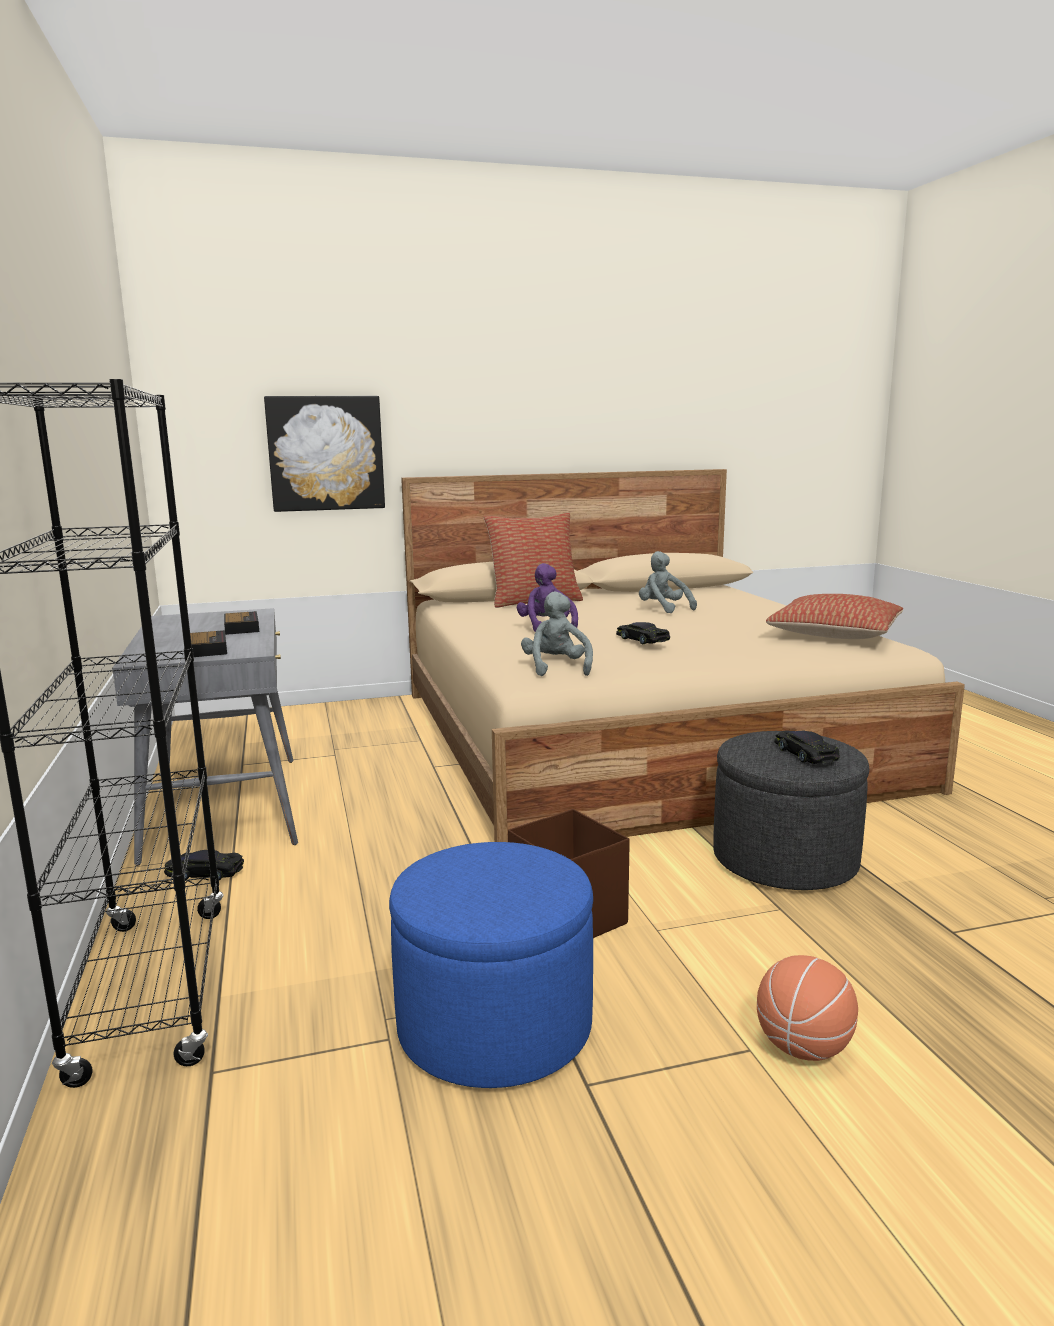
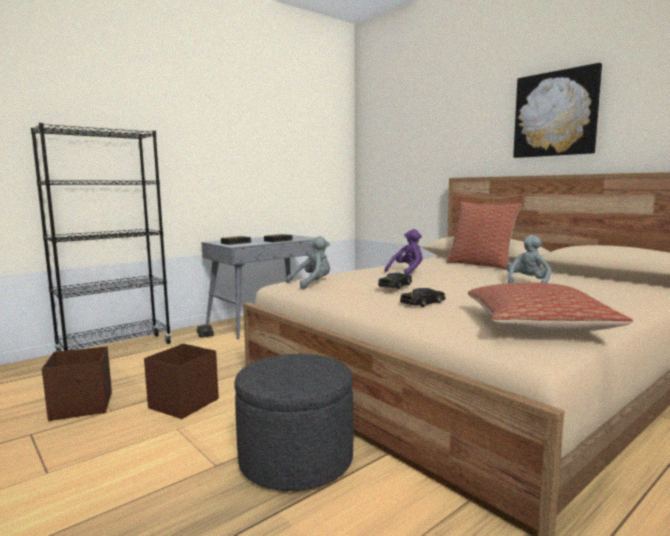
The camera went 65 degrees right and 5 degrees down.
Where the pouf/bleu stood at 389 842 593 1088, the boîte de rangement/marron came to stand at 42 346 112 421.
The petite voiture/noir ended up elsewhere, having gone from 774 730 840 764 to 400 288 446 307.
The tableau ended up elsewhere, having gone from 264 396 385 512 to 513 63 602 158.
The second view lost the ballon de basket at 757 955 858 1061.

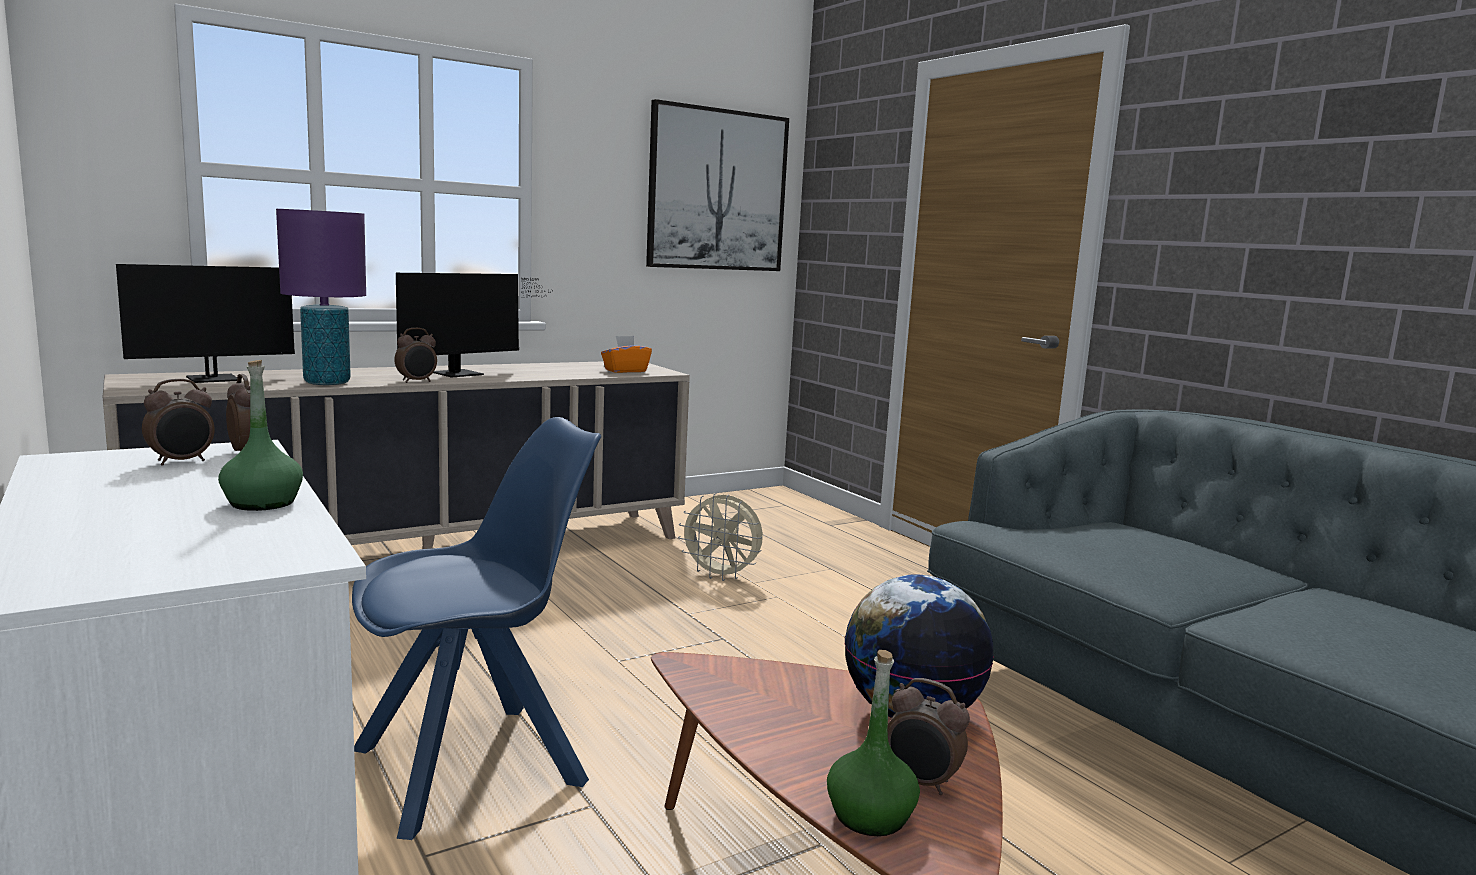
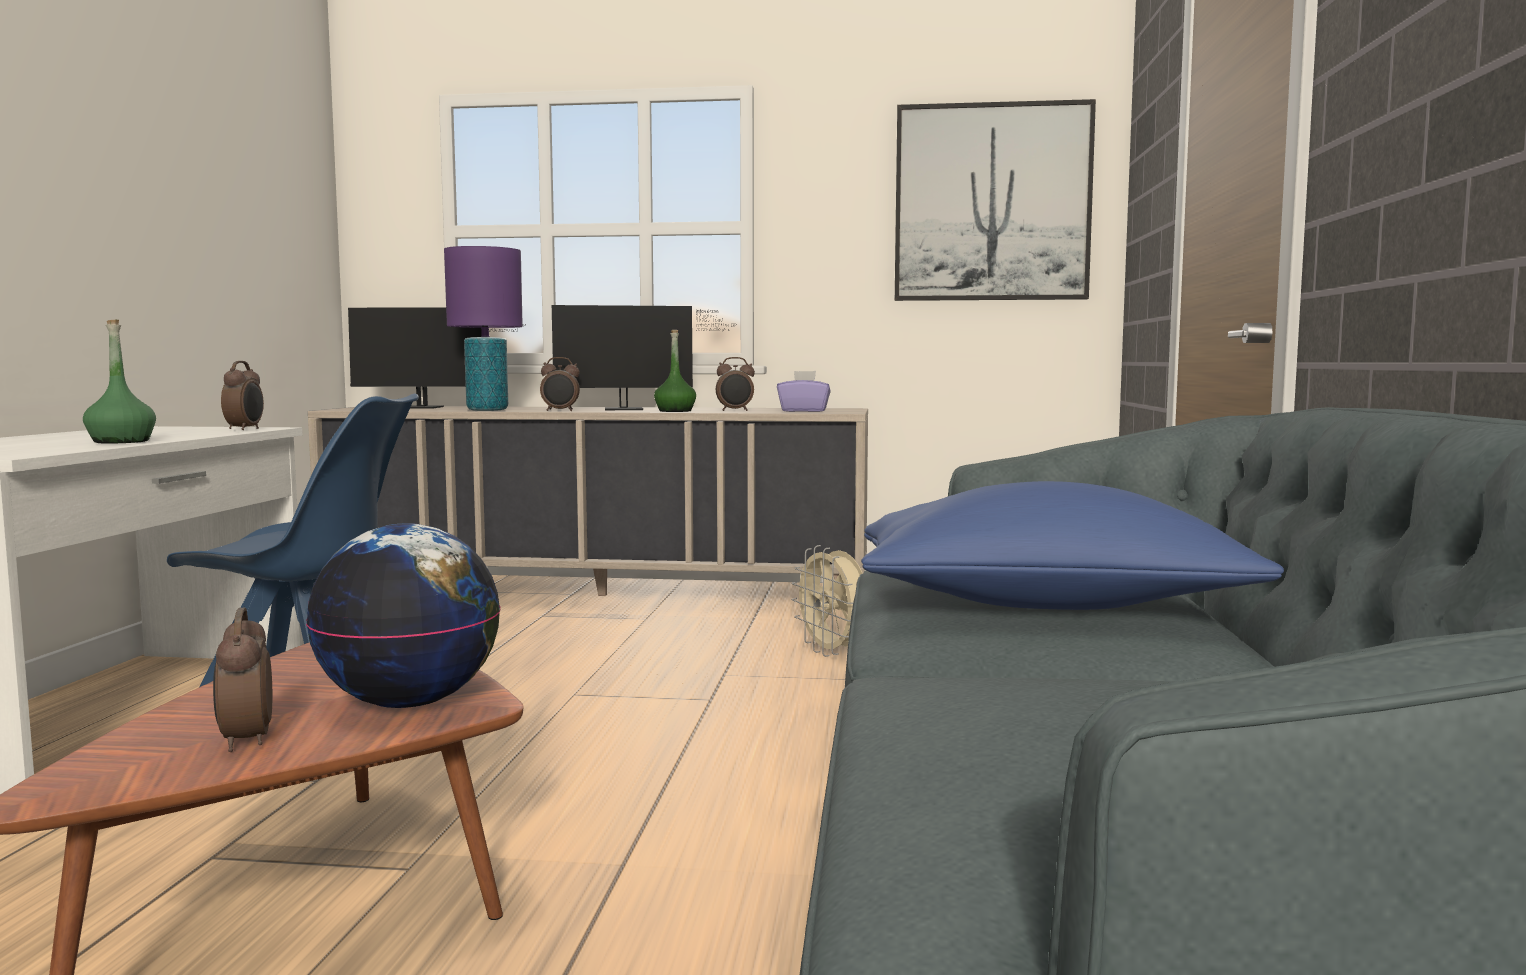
The camera went 40 degrees right and 5 degrees down.
The bouteille/vert ended up elsewhere, having gone from 827 650 920 836 to 654 330 696 412.
The réveil ended up elsewhere, having gone from 142 379 215 466 to 716 357 755 411.
What was the boîte à mouchoirs/orange at 601 336 652 373 turned into the boîte à mouchoirs/violet at 777 371 831 412.
The second view gained the coussin/bleu at 861 481 1284 610.

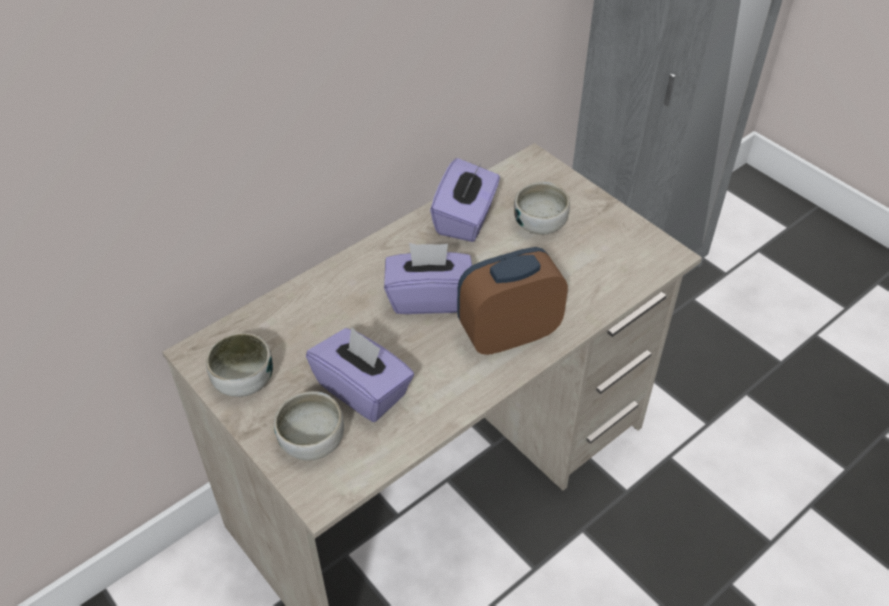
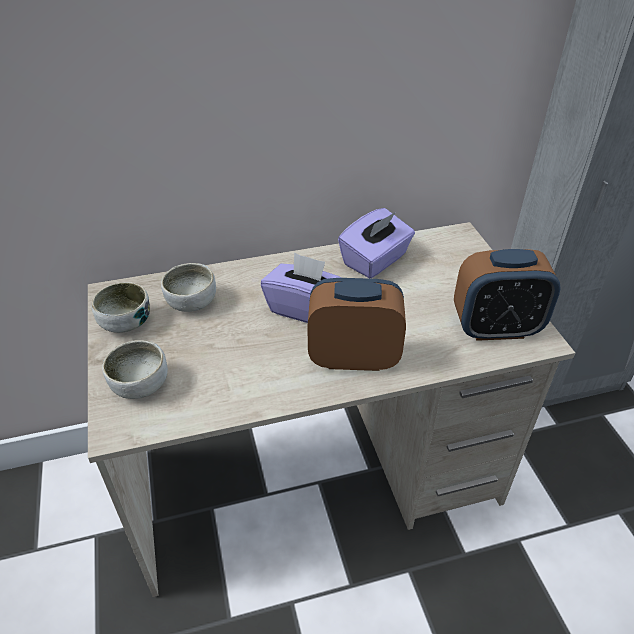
The camera went 25 degrees right and 5 degrees down.
The bol ended up elsewhere, having gone from 514 182 570 235 to 161 263 216 312.
The second view gained the réveil at 454 249 561 341.
The second view lost the boîte à mouchoirs/violet at 306 327 414 422.

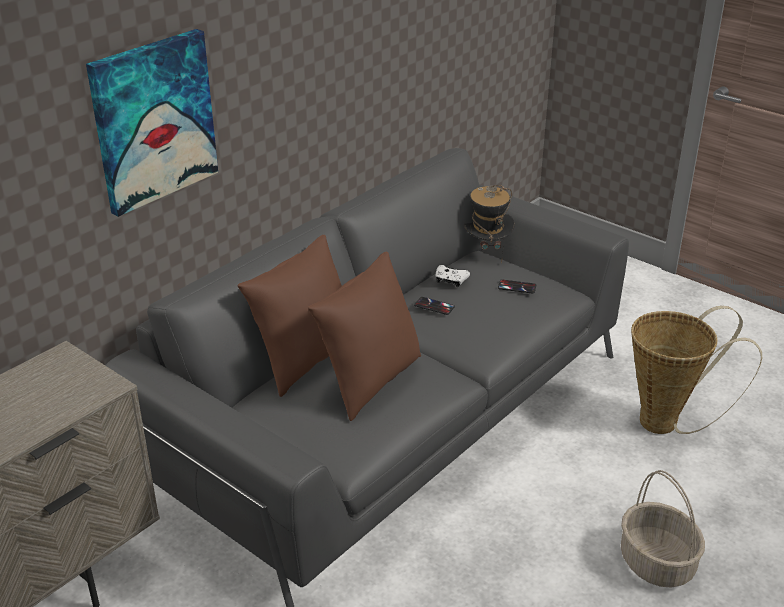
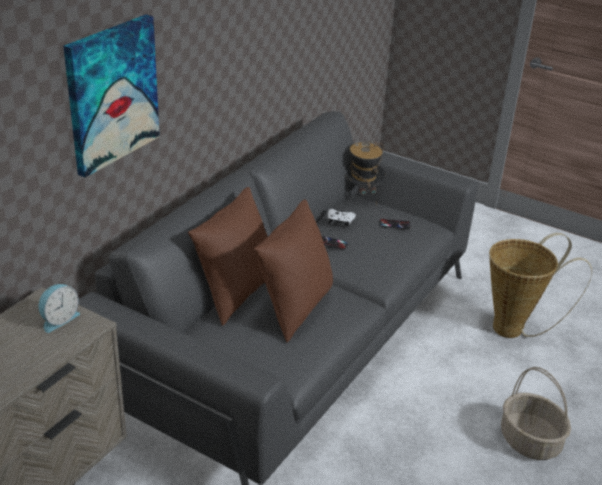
The camera went 10 degrees left and 0 degrees up.
The second view gained the réveil at 39 284 80 333.

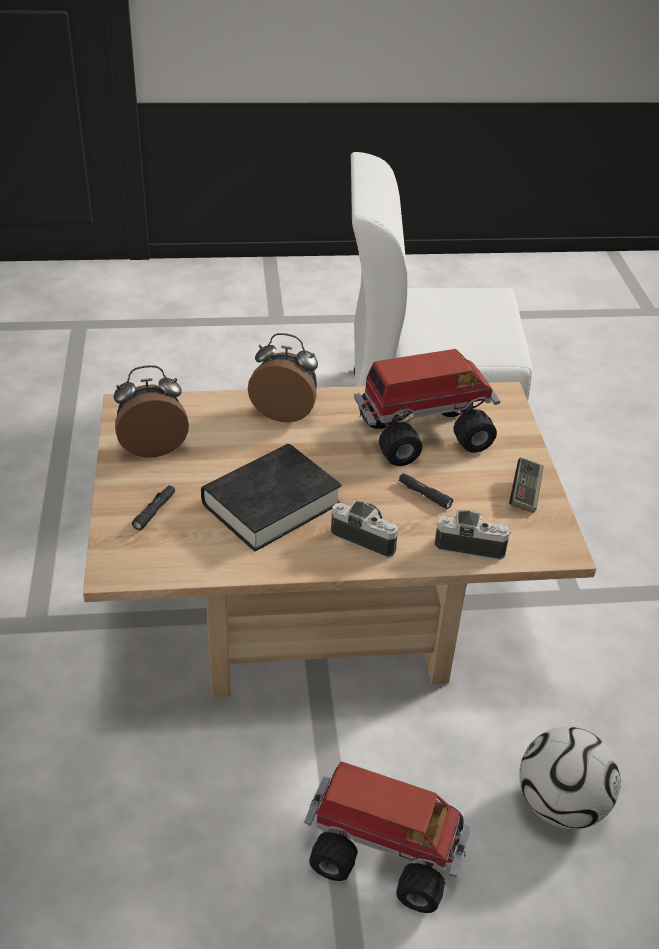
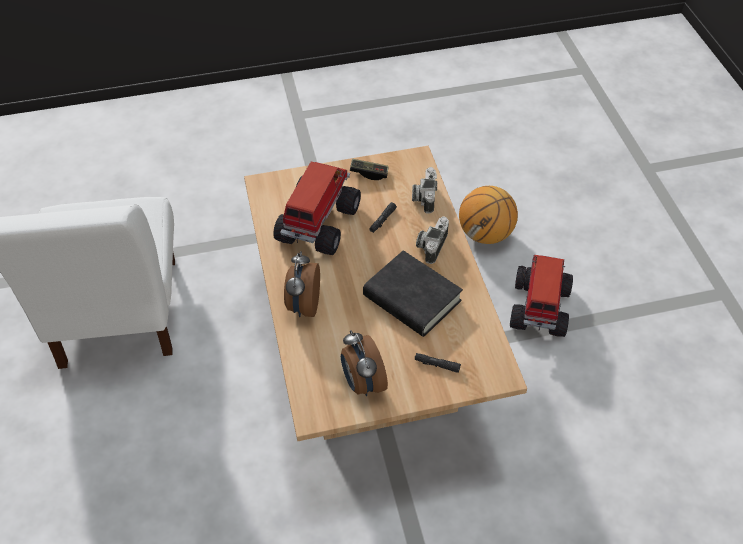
The camera went 95 degrees left and 10 degrees up.
The camion jouet at 354 349 500 466 ended up facing another way, 45 degrees clockwise from before.
Where the ballon de foot stood at 519 727 621 829, the ballon de basket came to stand at 459 186 518 244.

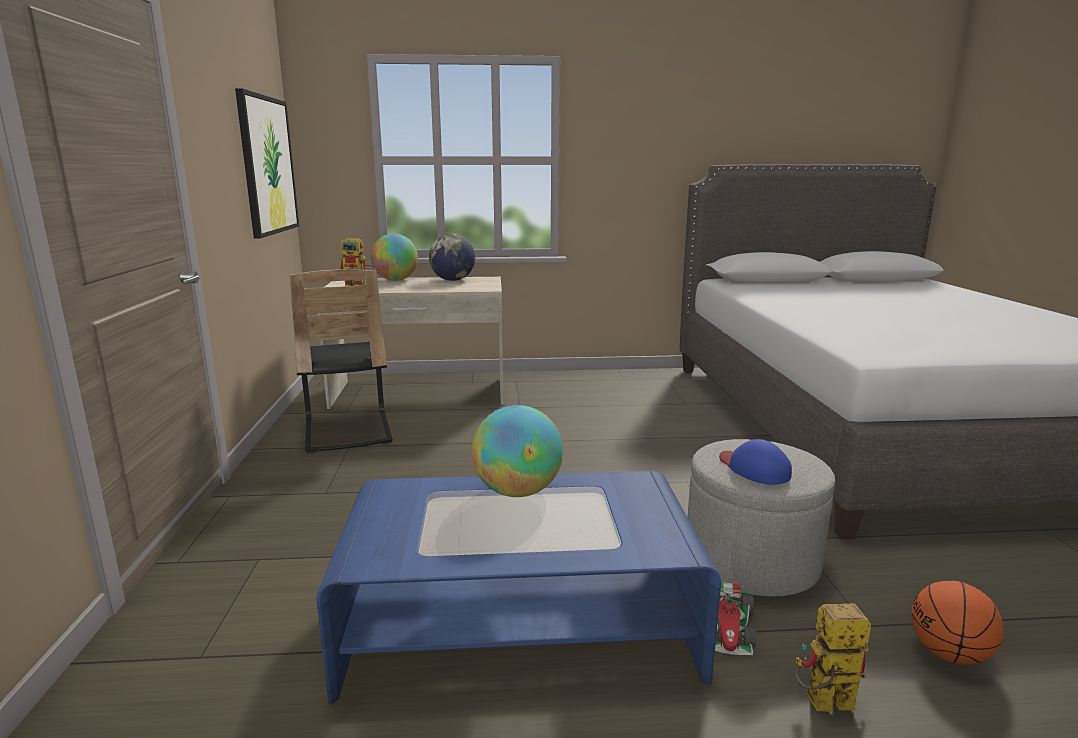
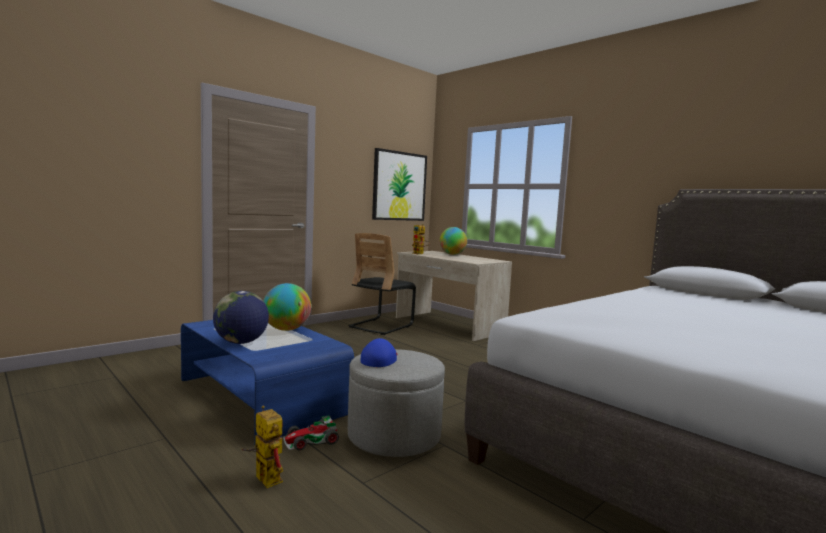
The camera went 50 degrees right and 10 degrees down.
The globe ended up elsewhere, having gone from 429 234 475 281 to 213 291 269 344.
The second view lost the ballon de basket at 911 581 1004 665.

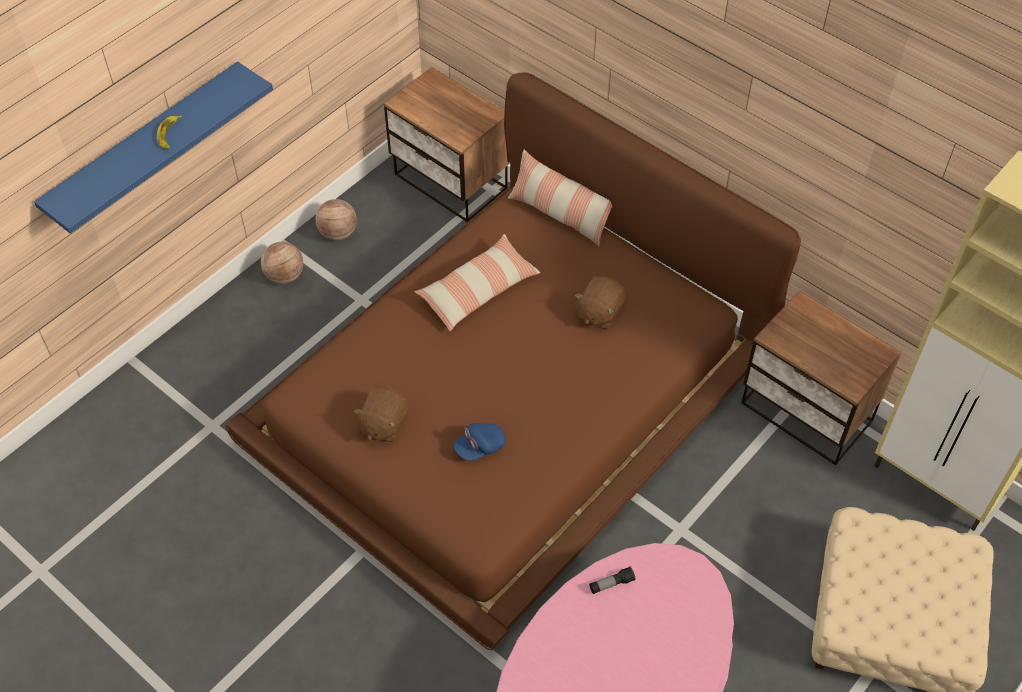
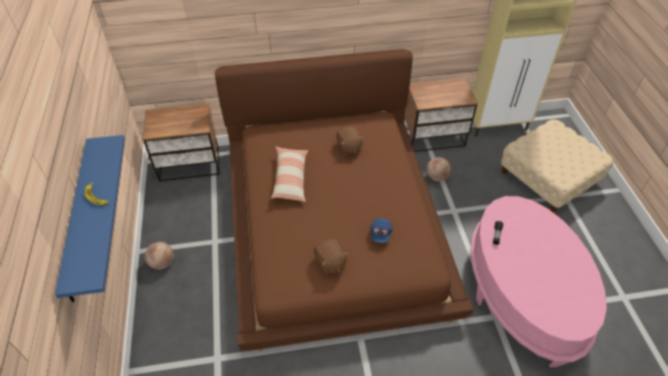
The camera went 50 degrees left and 5 degrees down.
The ballon de basket ended up elsewhere, having gone from 315 199 357 240 to 426 157 451 181.
The second view lost the coussin at 508 150 612 246.

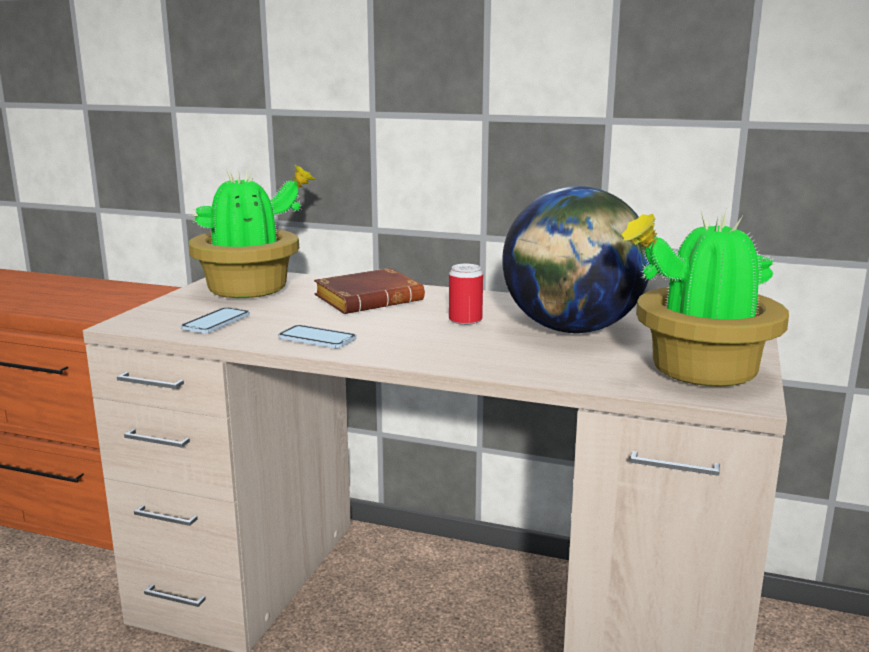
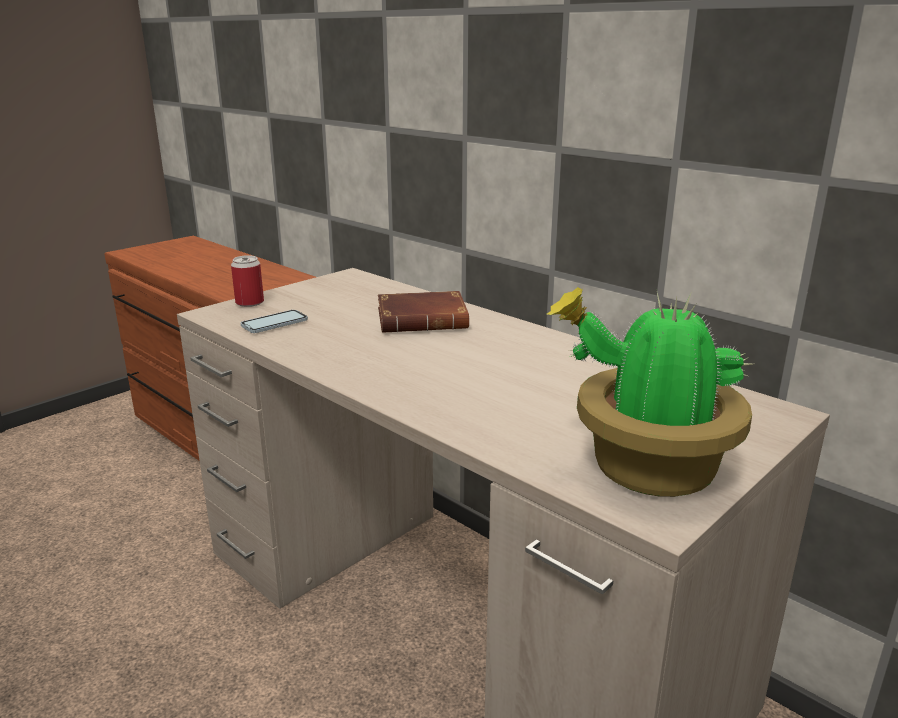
The camera went 25 degrees right and 5 degrees up.
The boîte métallique ended up elsewhere, having gone from 449 264 483 325 to 231 255 264 307.
The second view lost the plante en pot at 189 164 316 298.
The second view lost the téléphone at 278 325 356 349.
The second view lost the globe at 502 186 650 333.

